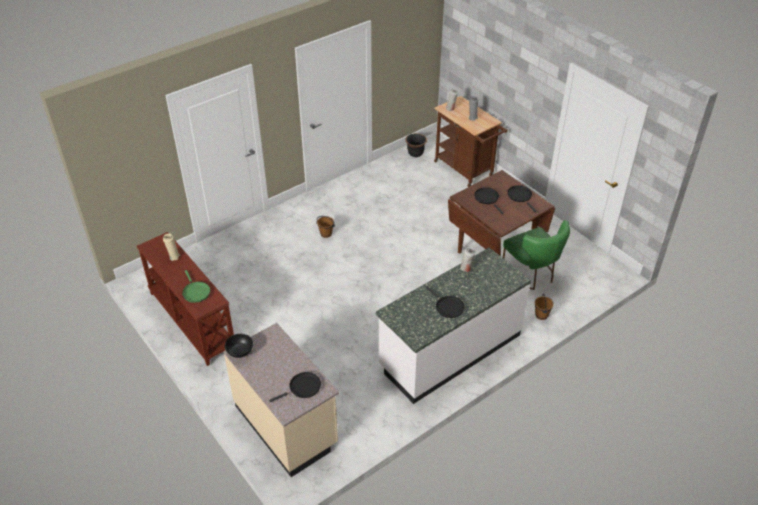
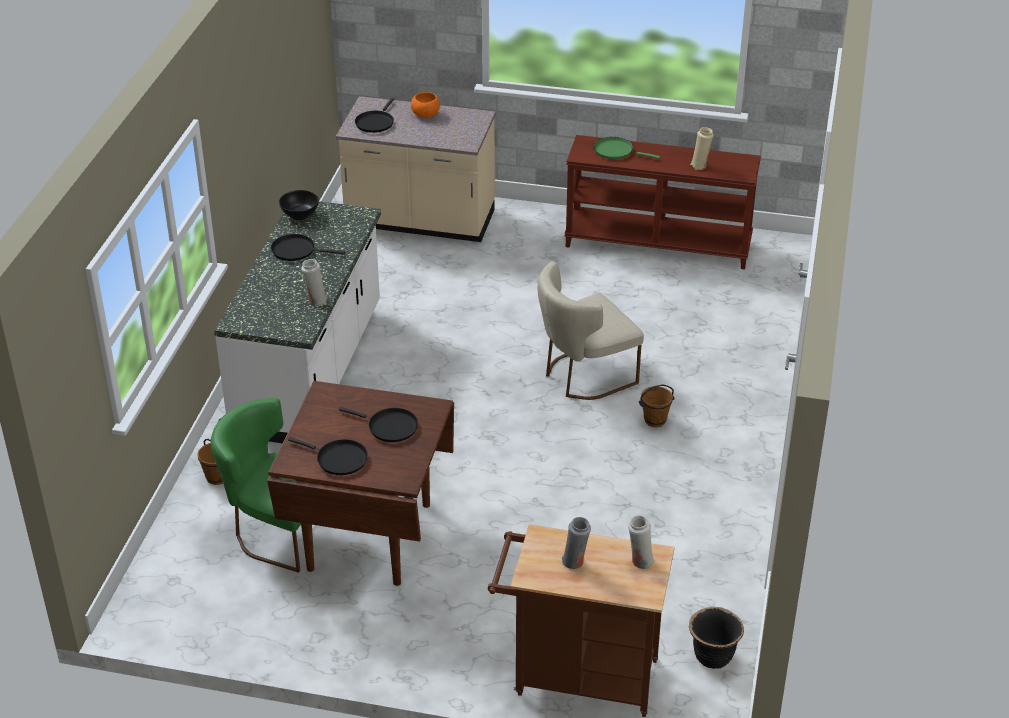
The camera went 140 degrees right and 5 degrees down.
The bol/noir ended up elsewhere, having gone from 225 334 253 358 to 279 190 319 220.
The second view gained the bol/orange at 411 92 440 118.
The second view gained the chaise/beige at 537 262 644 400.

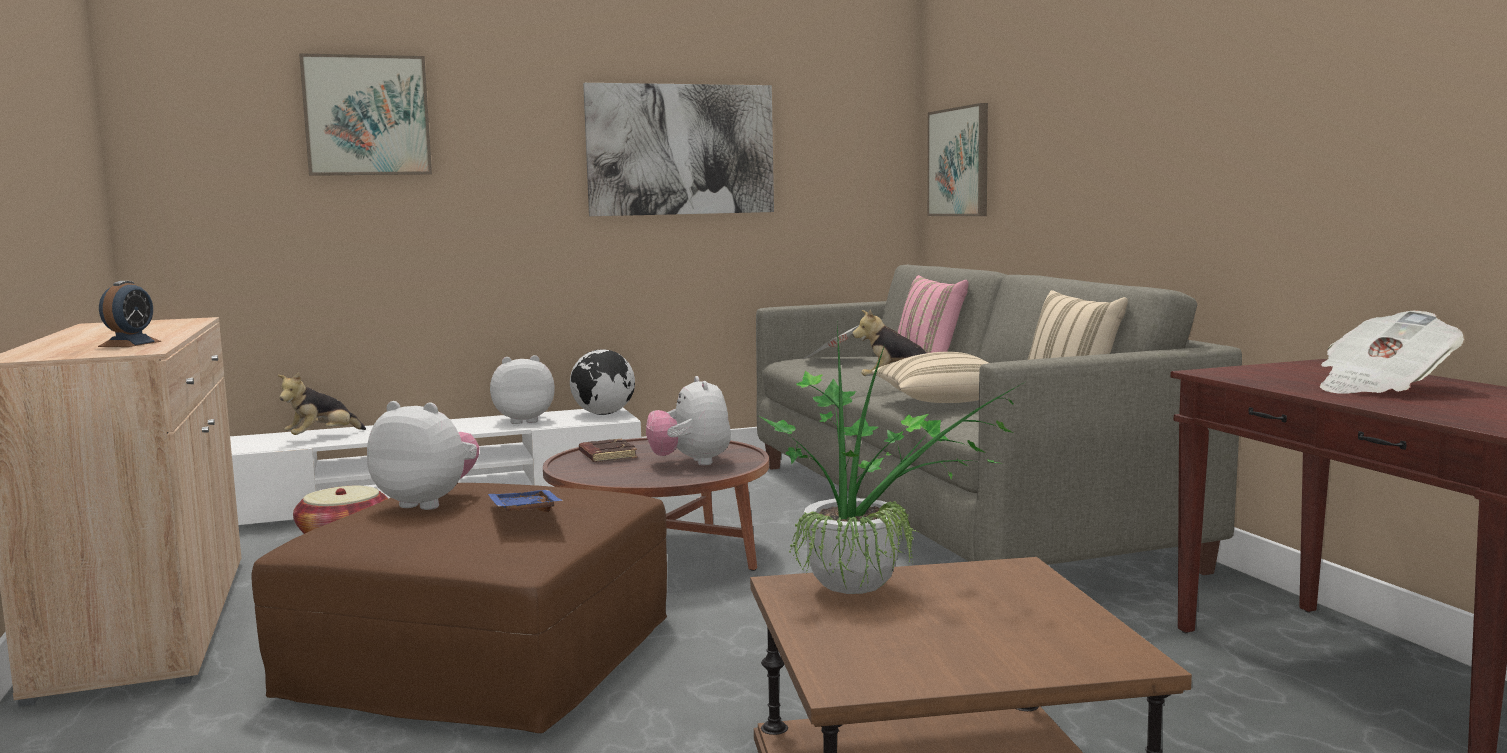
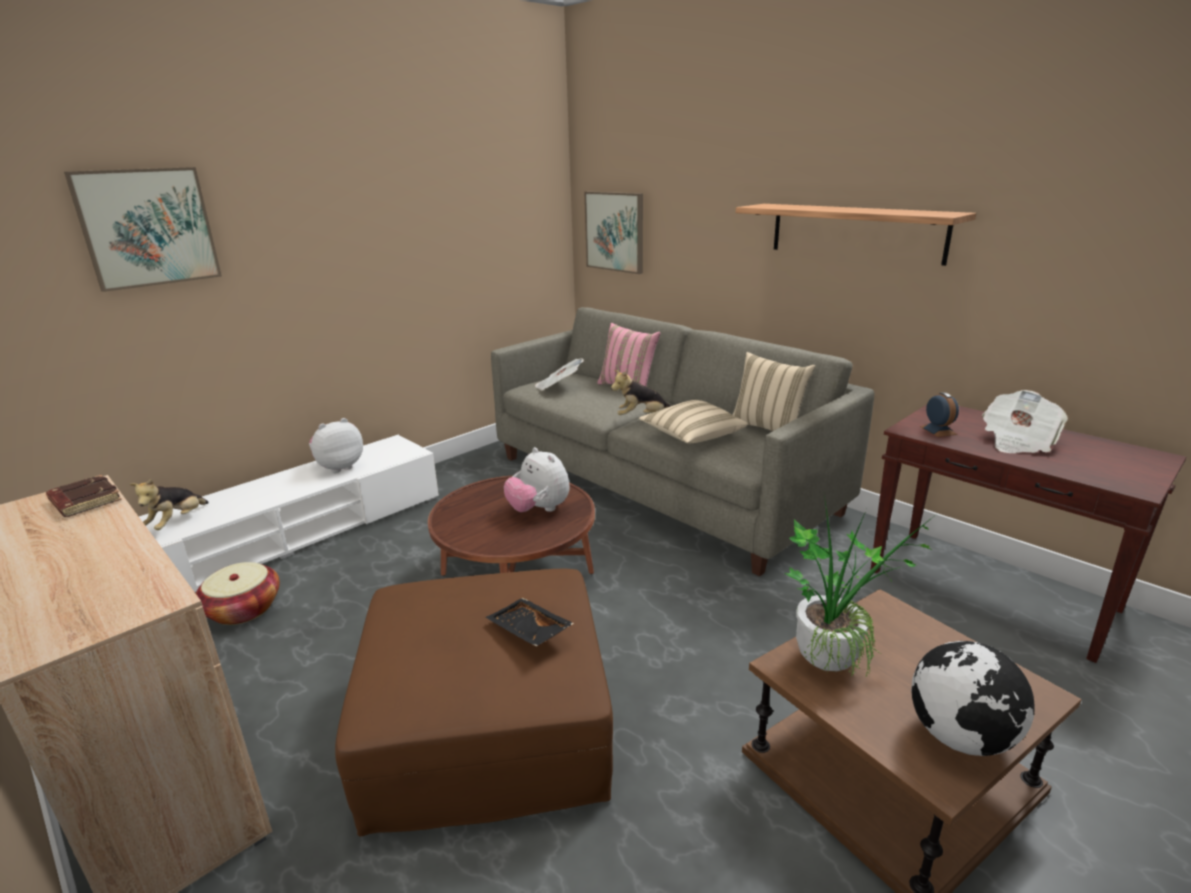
The camera went 25 degrees left and 15 degrees up.
The livre/marron ended up elsewhere, having gone from 579 439 637 462 to 46 475 122 517.
What was the plateau/bleu at 488 490 563 512 turned into the plateau/noir at 486 598 574 646.
The second view gained the étagère at 736 204 976 266.
The globe ended up elsewhere, having gone from 570 349 635 415 to 911 641 1035 756.
The réveil ended up elsewhere, having gone from 98 281 161 347 to 920 392 959 437.
The second view lost the peluche at 367 401 479 510.
The second view lost the tableau at 583 83 774 216.

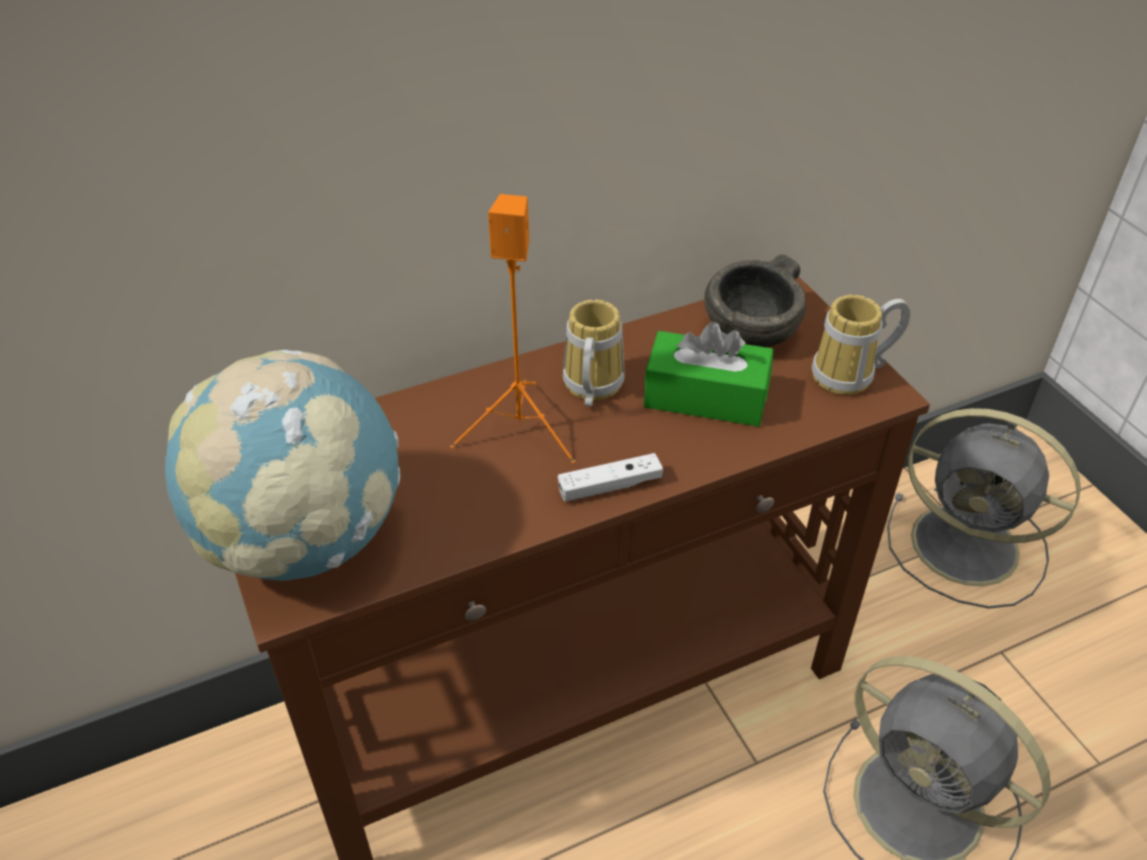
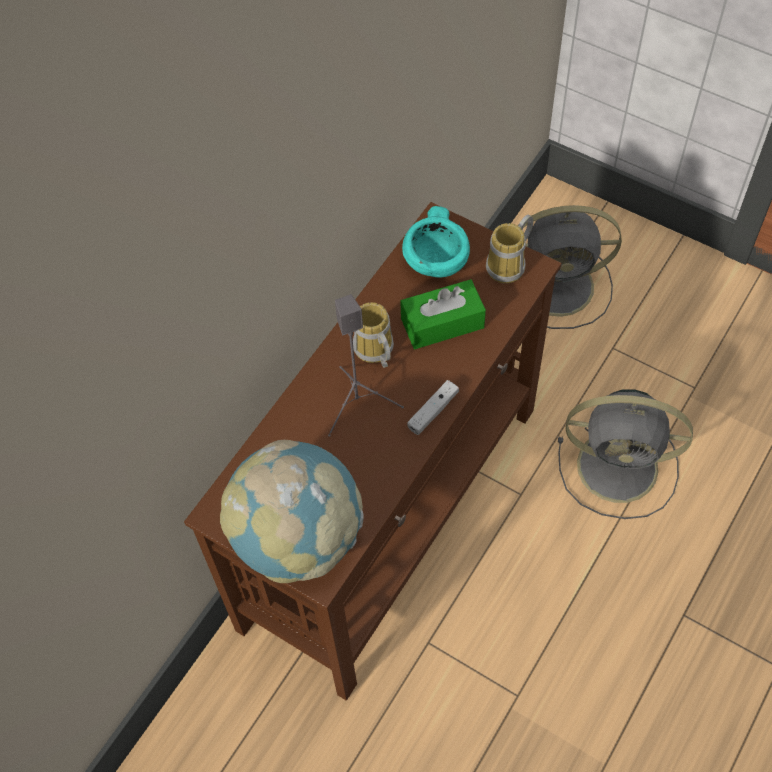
The camera went 30 degrees left and 15 degrees up.
What was the enceinte/orange at 451 194 575 464 turned into the enceinte/gris at 328 294 404 437.
What was the bol/gris at 704 254 806 347 turned into the bol/turquoise at 402 206 470 277.

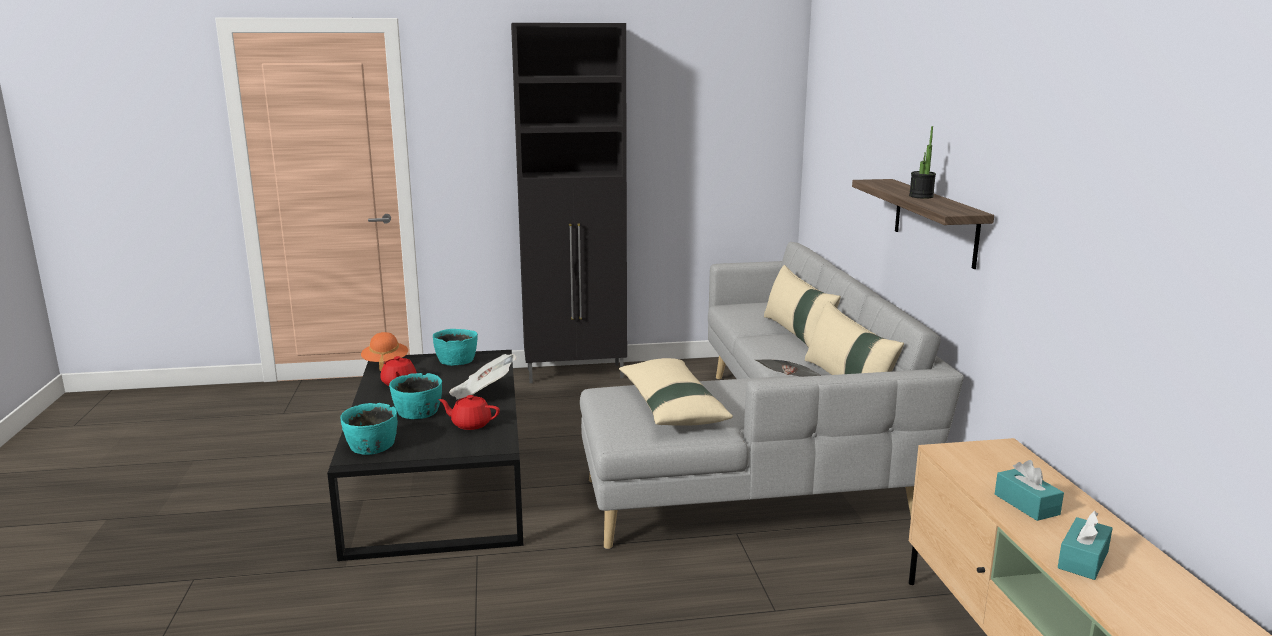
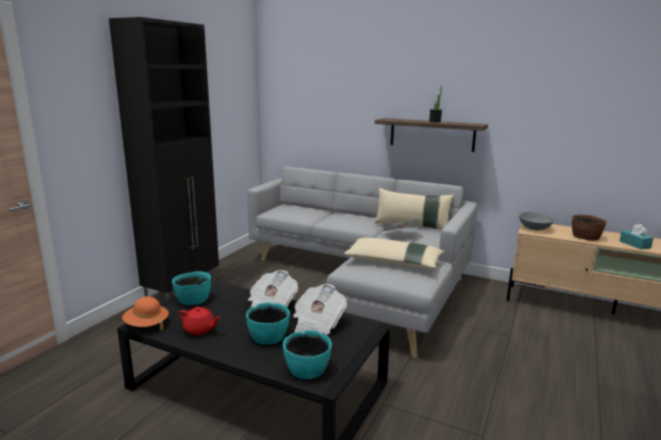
The camera went 55 degrees left and 0 degrees up.
Where the théière/rouge stood at 438 395 500 430, the journal came to stand at 293 284 347 335.
The second view gained the bol/gris at 519 212 554 230.
Where the boîte à mouchoirs/turquoise stood at 995 460 1064 521, the bol/marron came to stand at 572 215 606 240.
The second view lost the coussin/beige at 764 265 841 347.

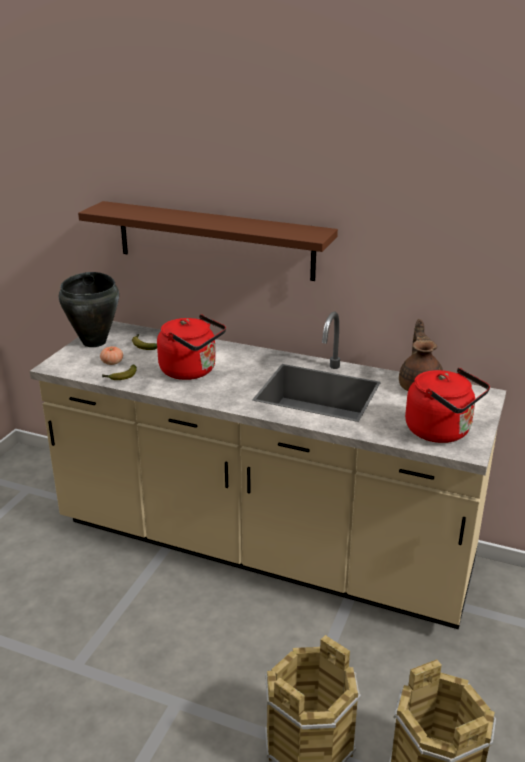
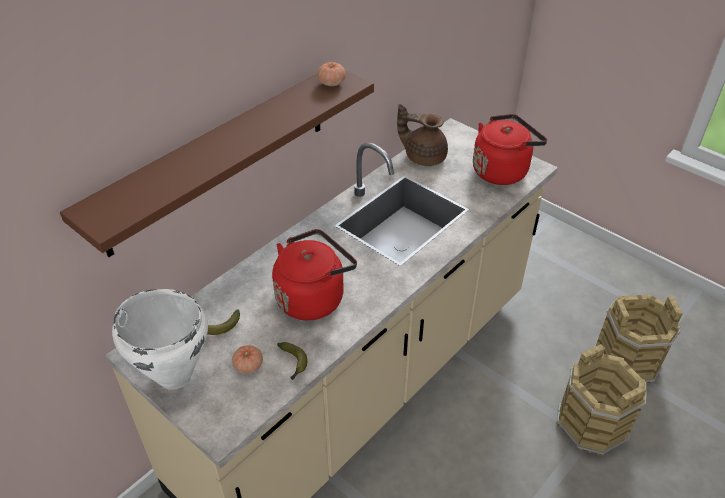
The camera went 70 degrees left and 15 degrees up.
What was the marmite/noir at 58 272 119 347 turned into the marmite/blanc at 112 289 208 390.
The second view gained the tomate at 317 62 346 86.

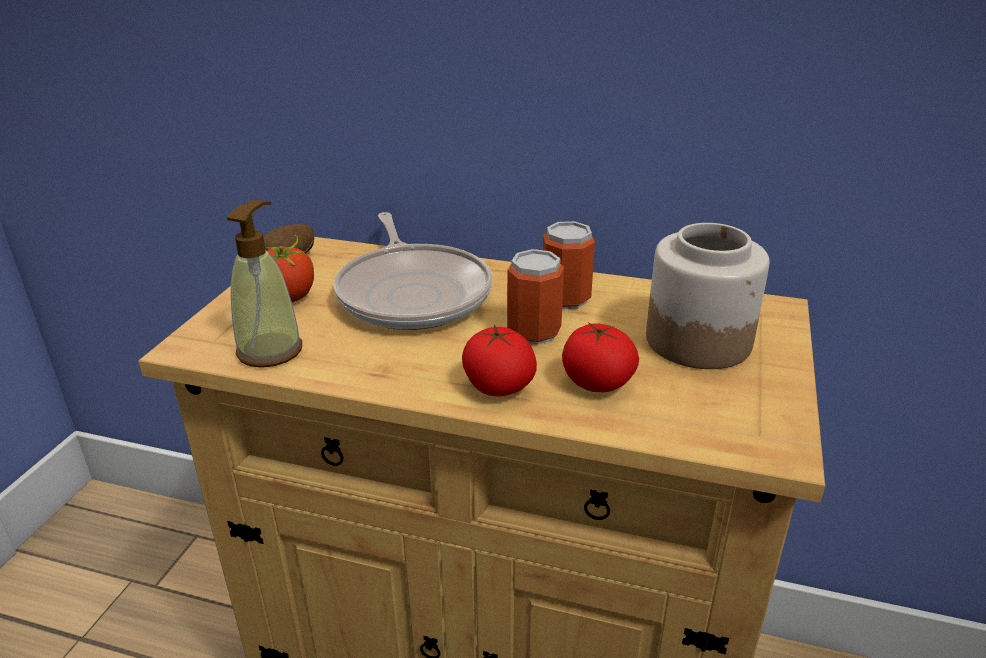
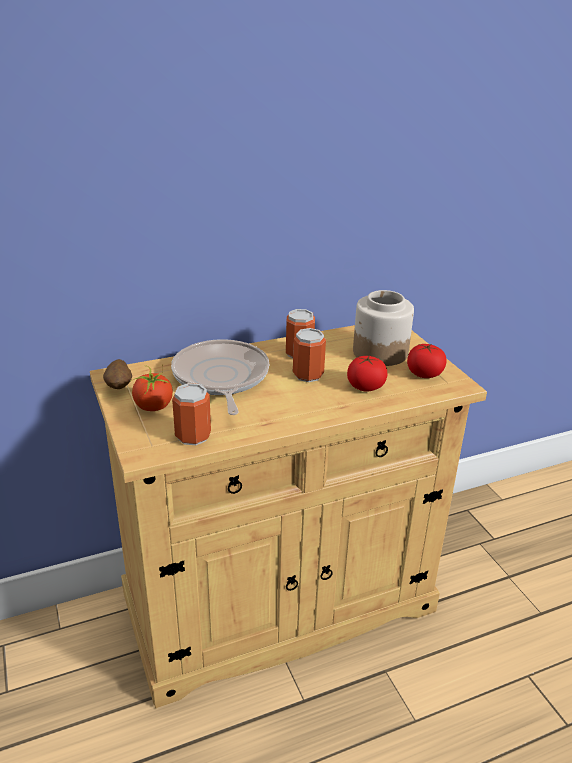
The camera went 40 degrees left and 0 degrees up.
The poêle at 334 212 492 330 ended up facing another way, 135 degrees counterclockwise from before.
Where the distributeur de savon stood at 226 200 302 368, the boîte métallique came to stand at 172 383 211 445.
The tomate ended up elsewhere, having gone from 462 325 537 396 to 407 344 447 378.

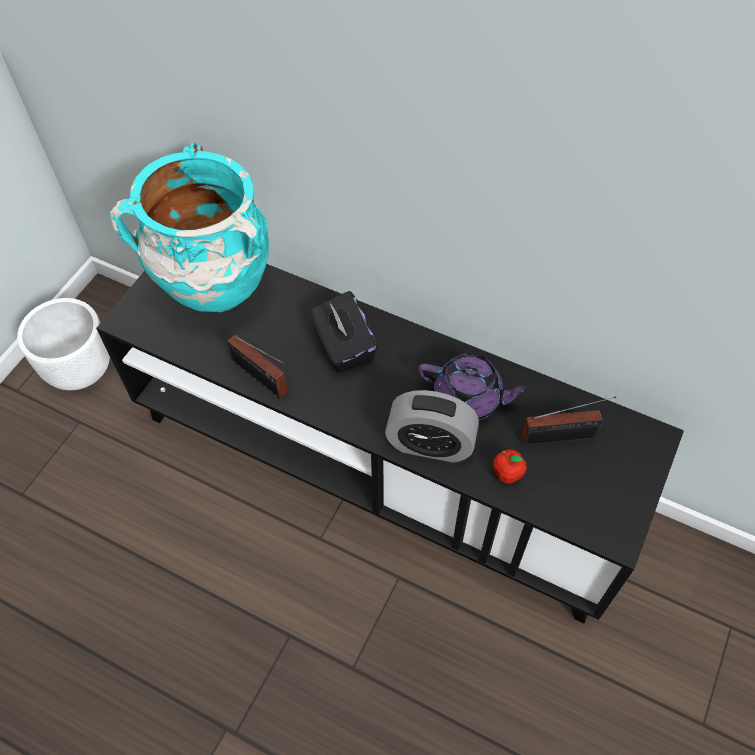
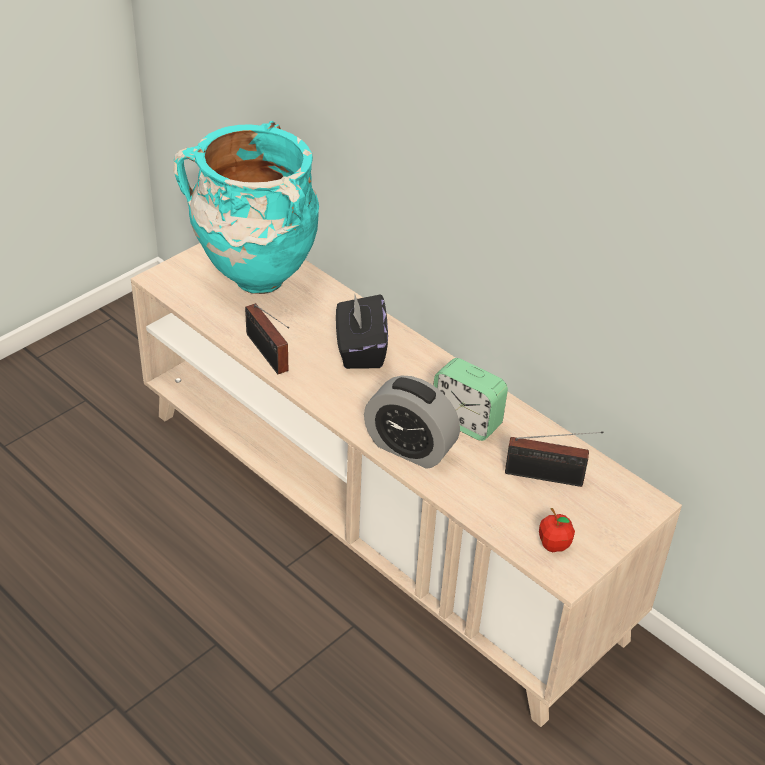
The camera went 15 degrees right and 15 degrees down.
What was the meuble télé/noir at 96 264 684 623 turned into the meuble télé/beige at 131 243 682 727.
Where the théière/violet stood at 418 353 531 420, the réveil came to stand at 433 358 508 441.
The pomme ended up elsewhere, having gone from 493 450 527 484 to 539 508 575 552.
The second view lost the cache-pot/blanc at 17 298 110 390.

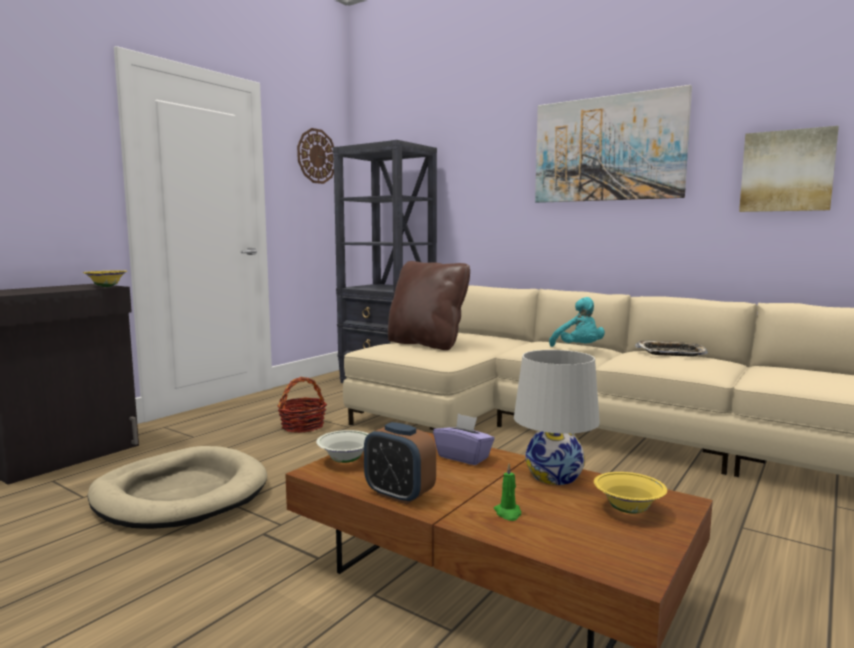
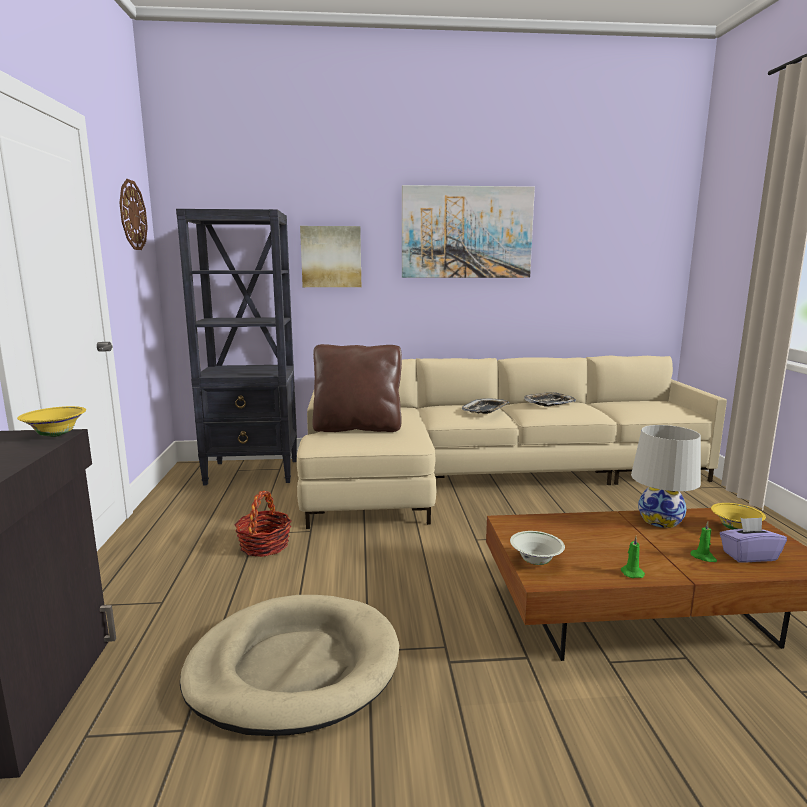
The camera went 40 degrees left and 5 degrees up.
The tableau ended up elsewhere, having gone from 739 126 839 212 to 300 226 361 287.
Where the peluche/turquoise stood at 549 297 605 347, the plateau came to stand at 462 398 509 414.
Where the réveil stood at 364 422 436 504, the bougie/vert came to stand at 621 536 645 578.
The boîte à mouchoirs/violet ended up elsewhere, having gone from 433 414 495 465 to 720 517 787 563.

